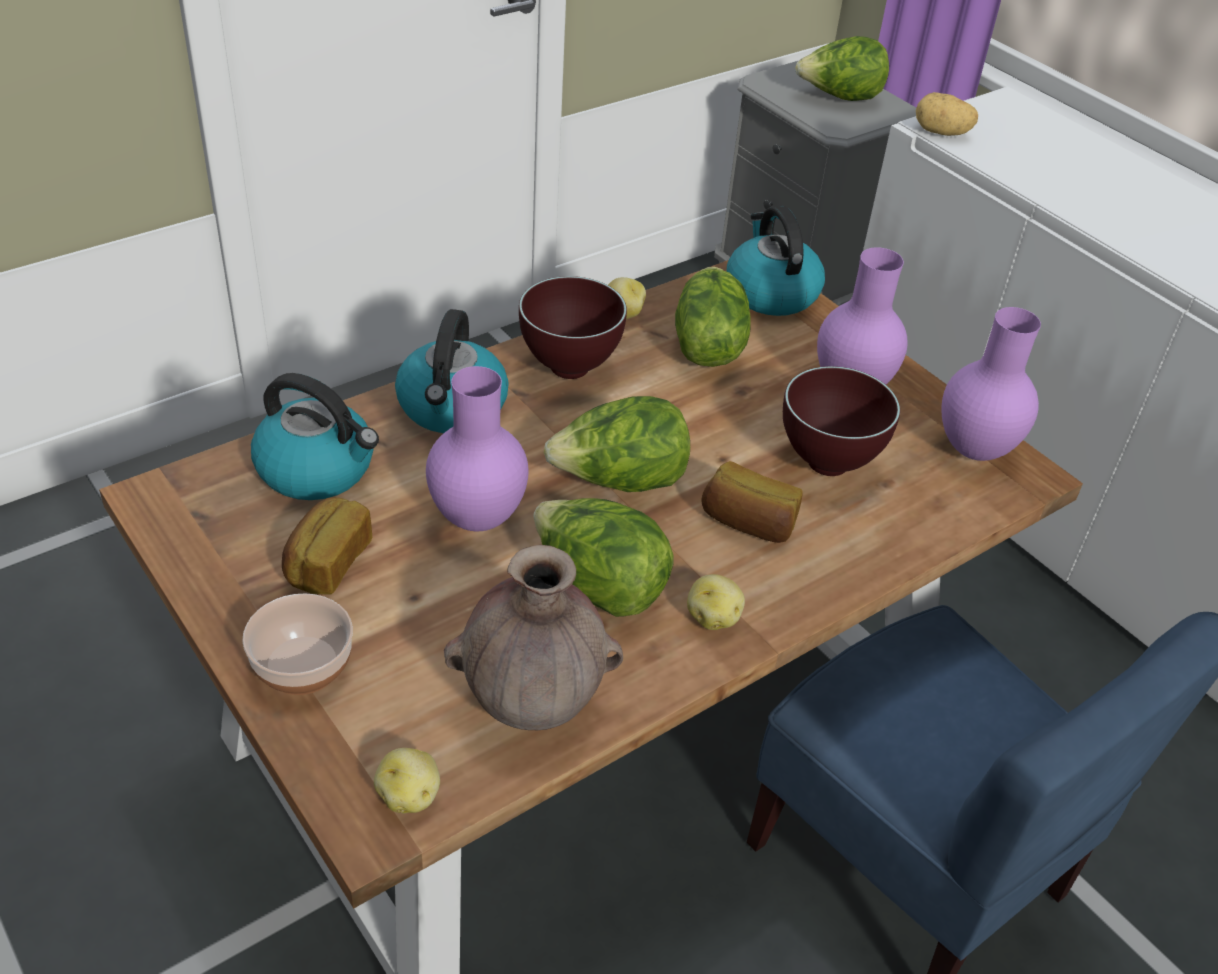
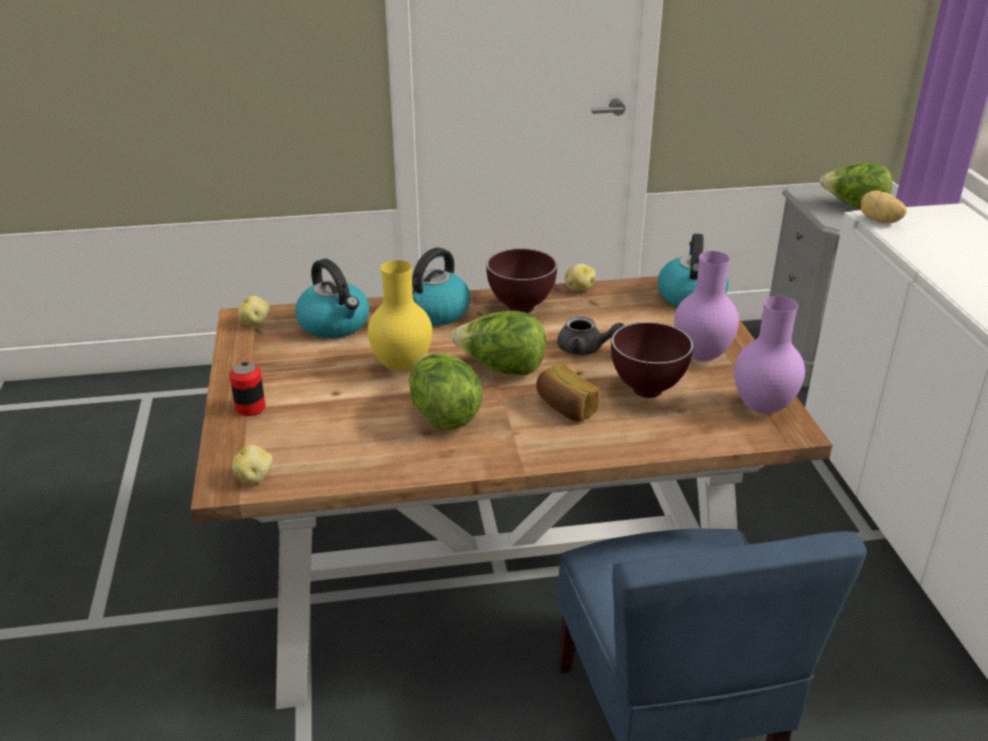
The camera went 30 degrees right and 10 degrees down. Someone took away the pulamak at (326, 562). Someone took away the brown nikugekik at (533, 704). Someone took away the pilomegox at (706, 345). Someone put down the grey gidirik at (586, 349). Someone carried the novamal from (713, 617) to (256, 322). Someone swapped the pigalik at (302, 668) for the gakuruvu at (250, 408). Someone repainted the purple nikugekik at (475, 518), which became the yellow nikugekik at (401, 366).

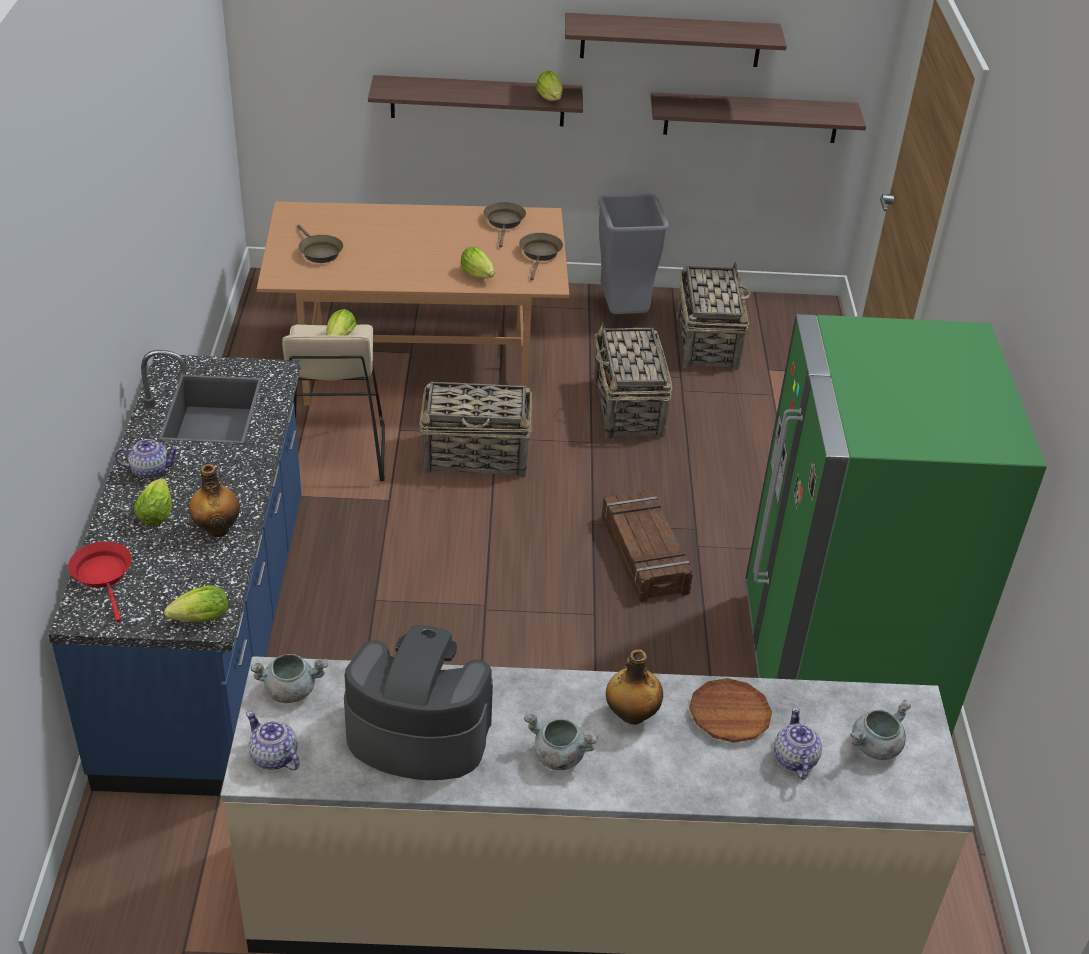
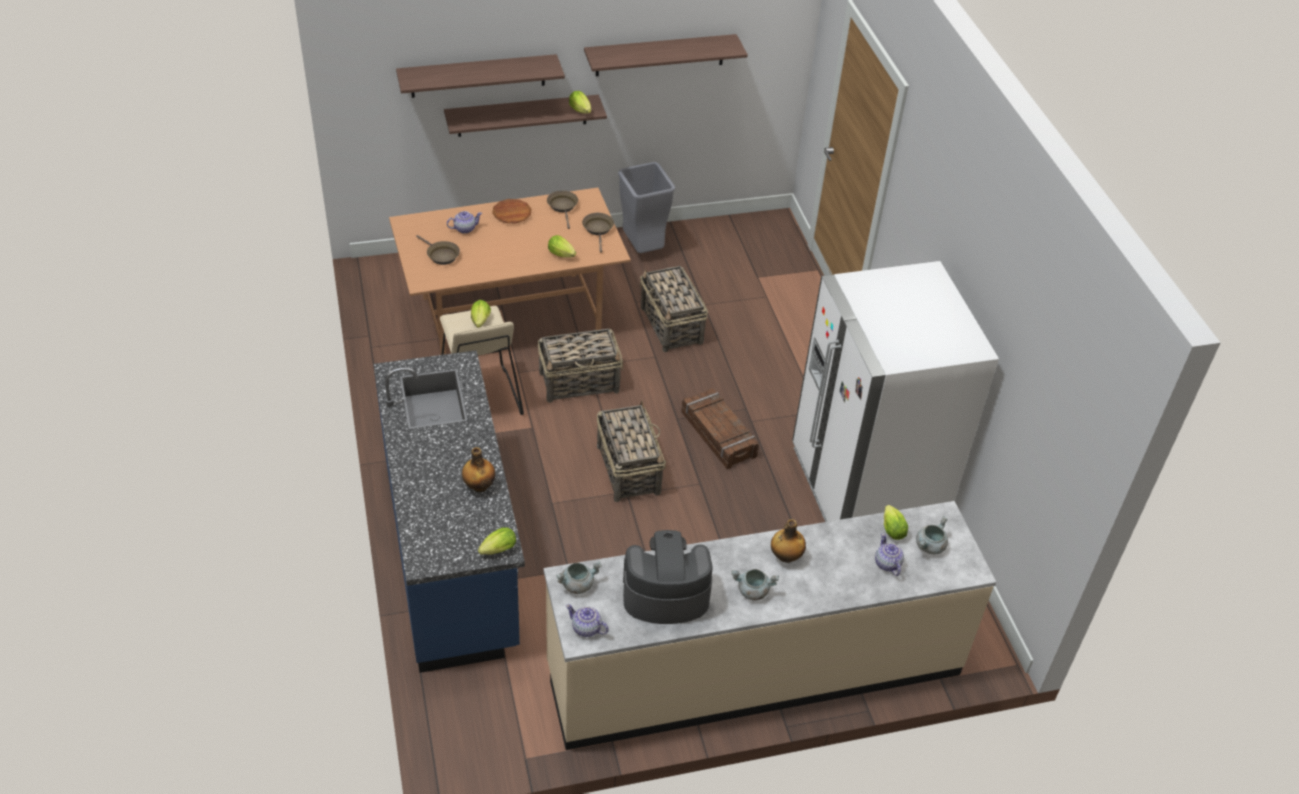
The camera went 15 degrees left and 5 degrees up. Someone took away the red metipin at (104, 576). Someone carried the gidirik from (150, 470) to (464, 229). Someone carried the pilomegox from (157, 512) to (891, 528). Someone carried the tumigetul from (751, 117) to (478, 76). Someone carried the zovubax from (707, 341) to (628, 469). Someone carried the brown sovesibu from (729, 714) to (512, 214). Someone repainted the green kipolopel at (838, 668), which became the white kipolopel at (865, 489).

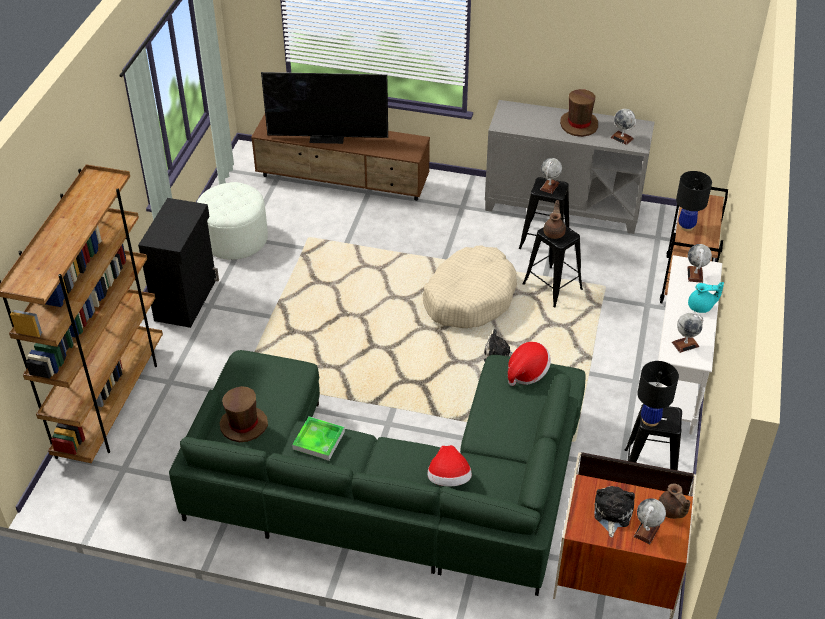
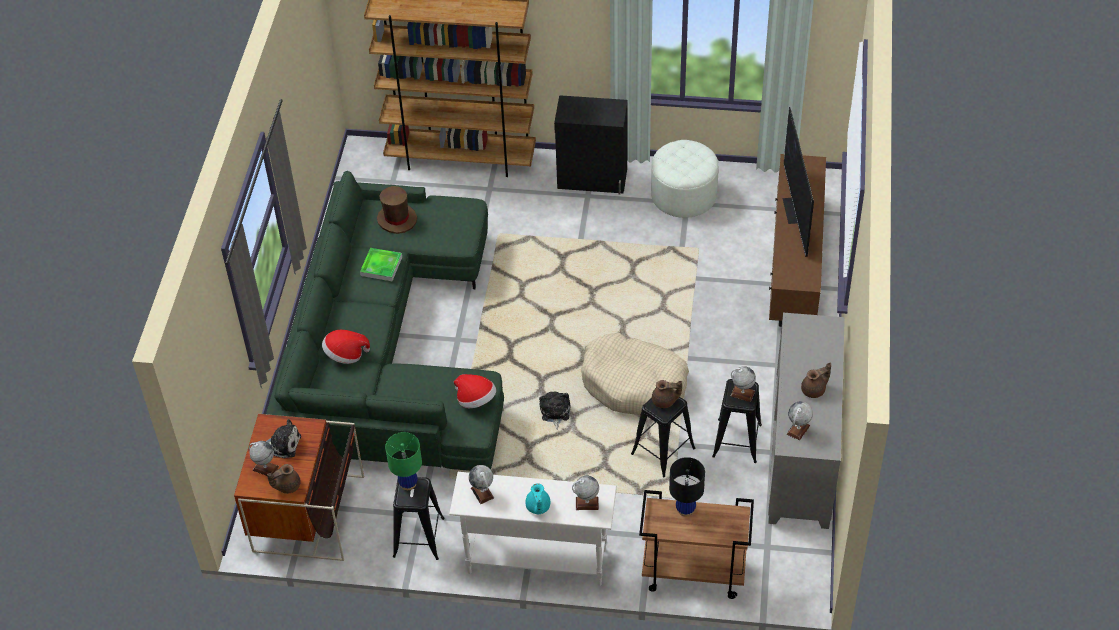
The camera went 85 degrees right and 5 degrees up. Someone swapped the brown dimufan at (579, 124) for the brown gidirik at (814, 390). Someone repainted the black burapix at (650, 419), which became the green burapix at (408, 483).

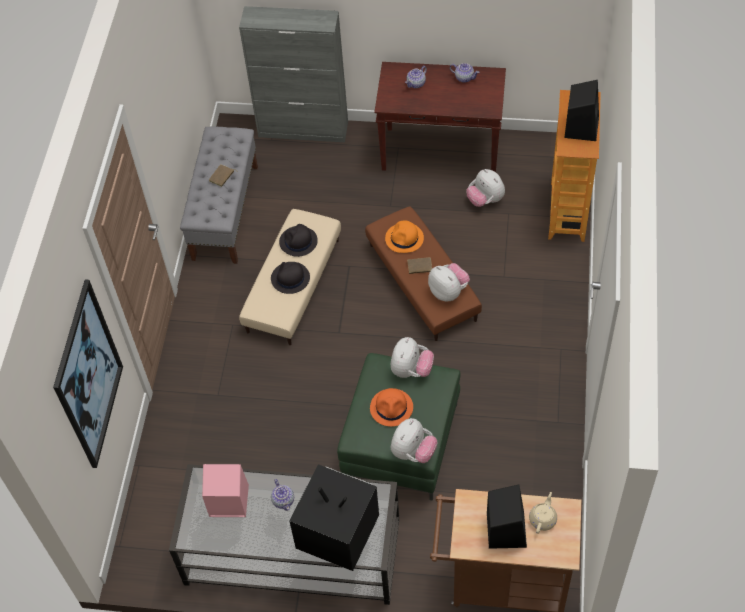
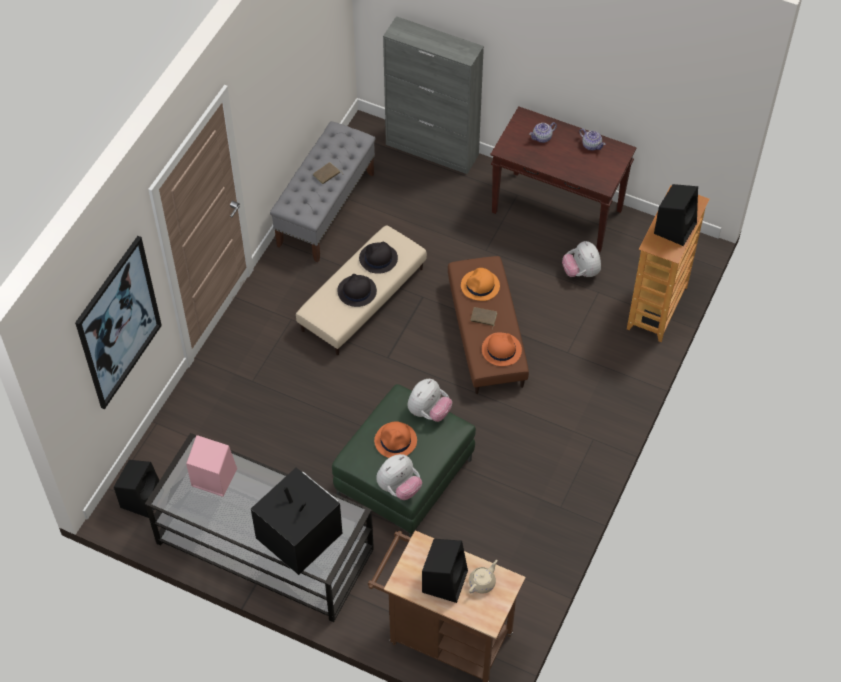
The camera went 15 degrees right and 0 degrees up. Someone took away the gidirik at (283, 500). Someone put down the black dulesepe at (142, 498). Someone swapped the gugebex at (448, 291) for the orange dimufan at (501, 349).

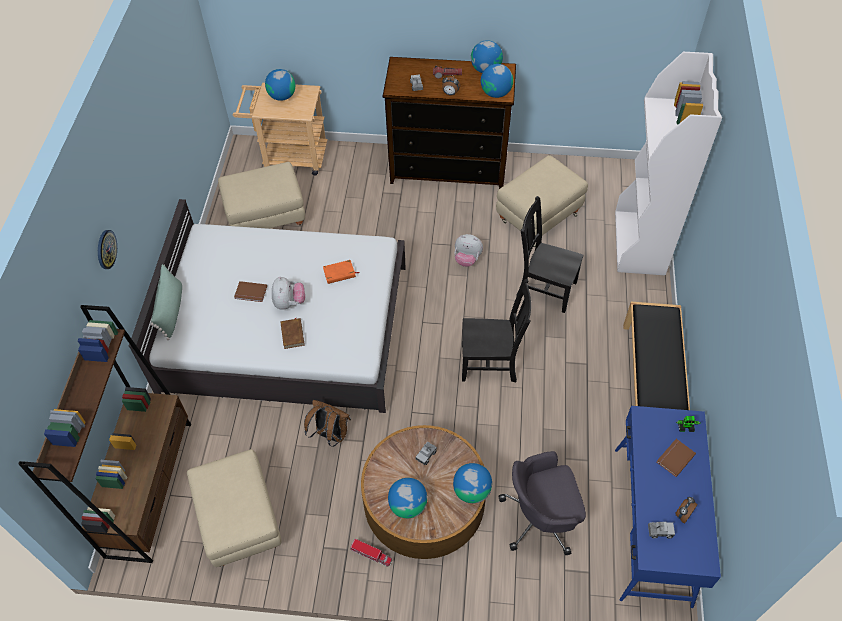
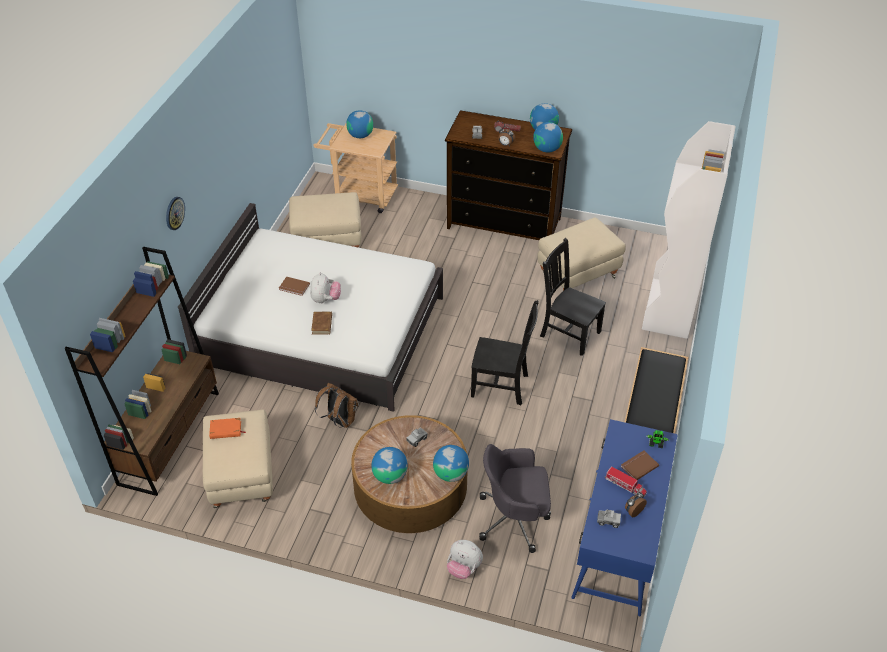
The camera went 10 degrees right and 10 degrees down. Someone took away the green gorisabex at (171, 310). Someone carried the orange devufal from (339, 273) to (226, 430). Someone carried the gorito from (371, 554) to (625, 485). Someone carried the gugebex from (467, 259) to (463, 568).

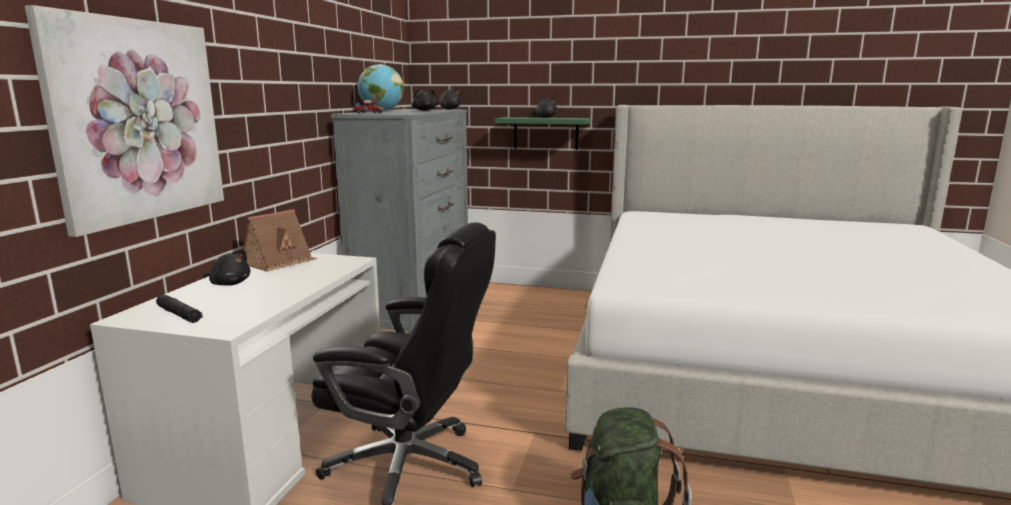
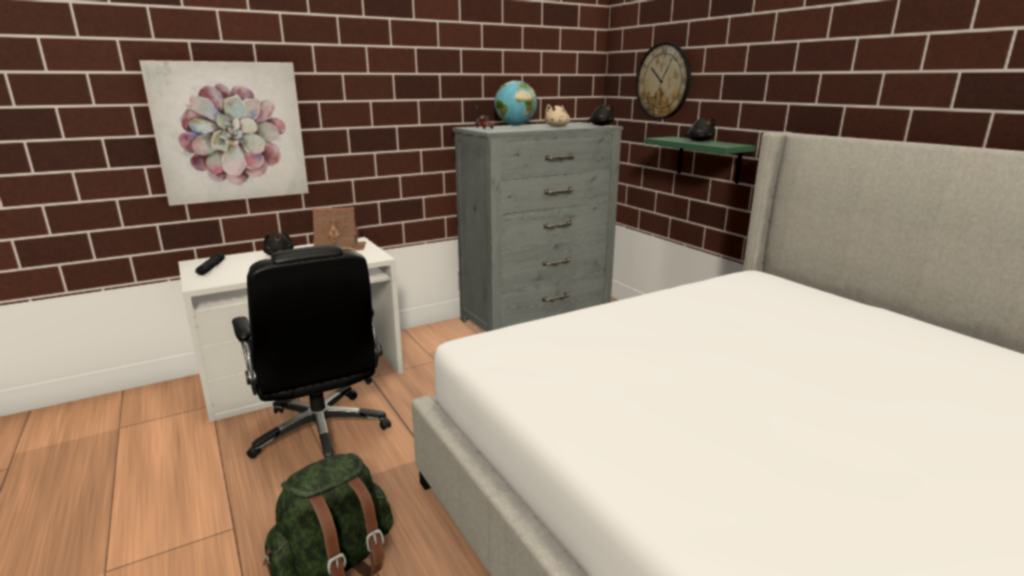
The camera went 45 degrees right and 5 degrees up. Someone put up the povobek at (663, 81). Someone repainted the black gugebex at (424, 110), which became the beige gugebex at (557, 127).

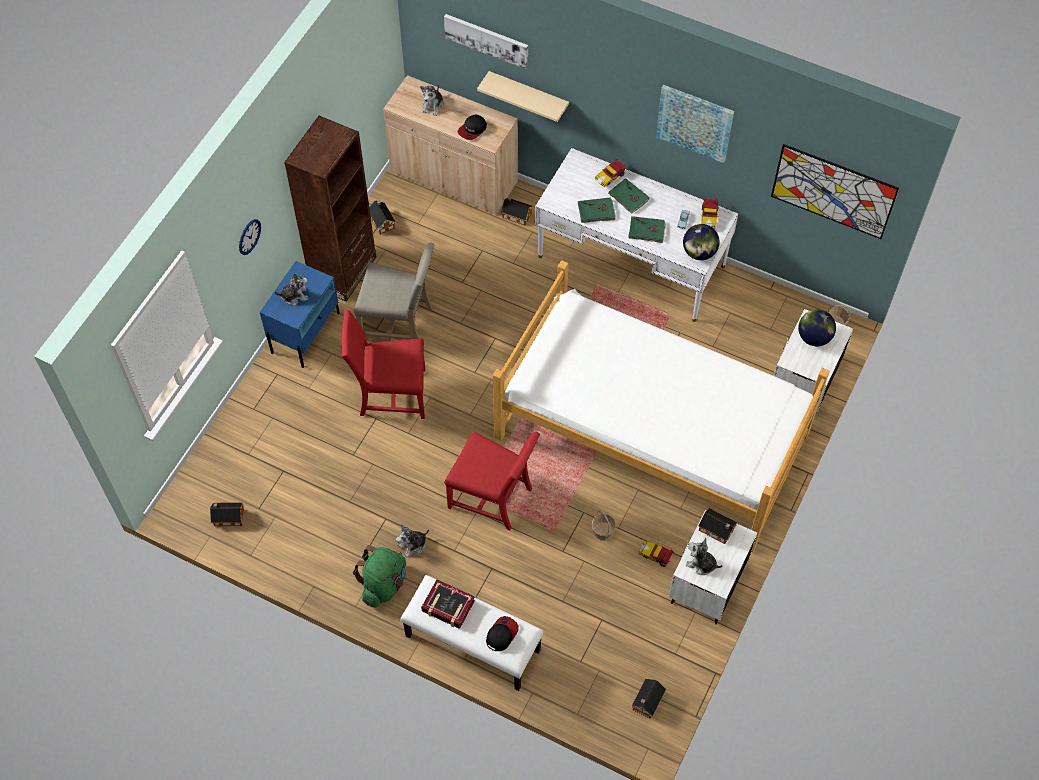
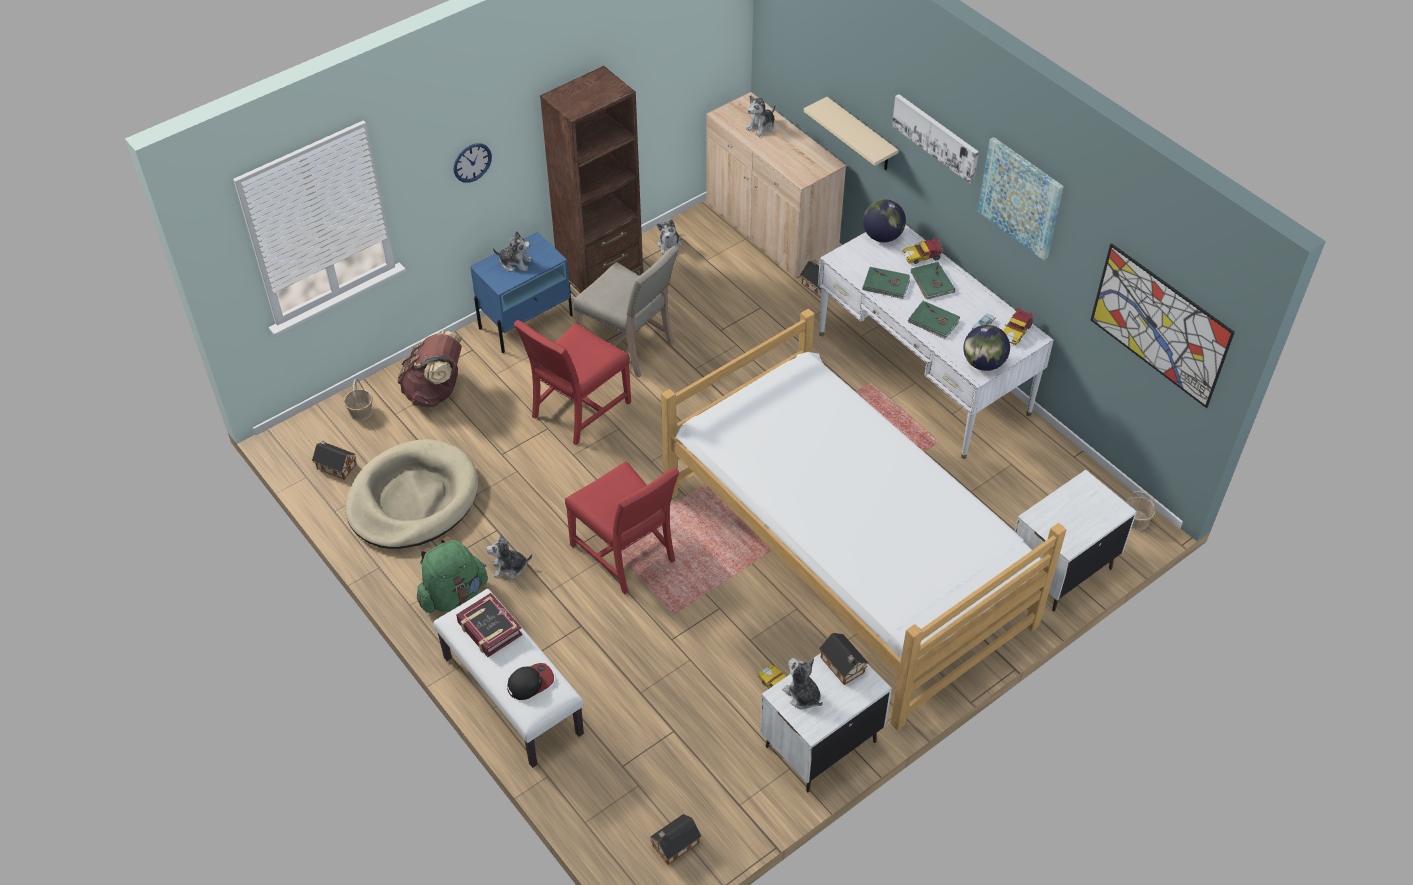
The camera went 25 degrees right and 10 degrees down. Someone took away the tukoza at (472, 129). Someone put down the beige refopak at (413, 499). Someone put down the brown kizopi at (436, 391). Someone carried the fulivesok from (487, 40) to (936, 137). Someone carried the zovubax from (603, 531) to (360, 412). Someone carried the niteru from (814, 337) to (882, 236). Someone swapped the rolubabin at (382, 221) for the gugebex at (669, 245). Someone rotated the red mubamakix at (390, 394) by 75 degrees counterclockwise.

